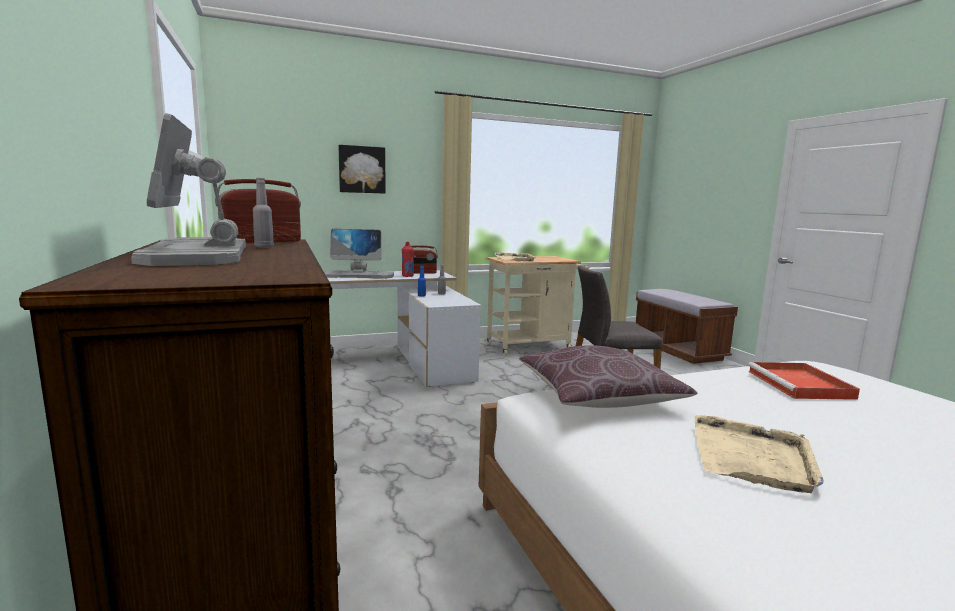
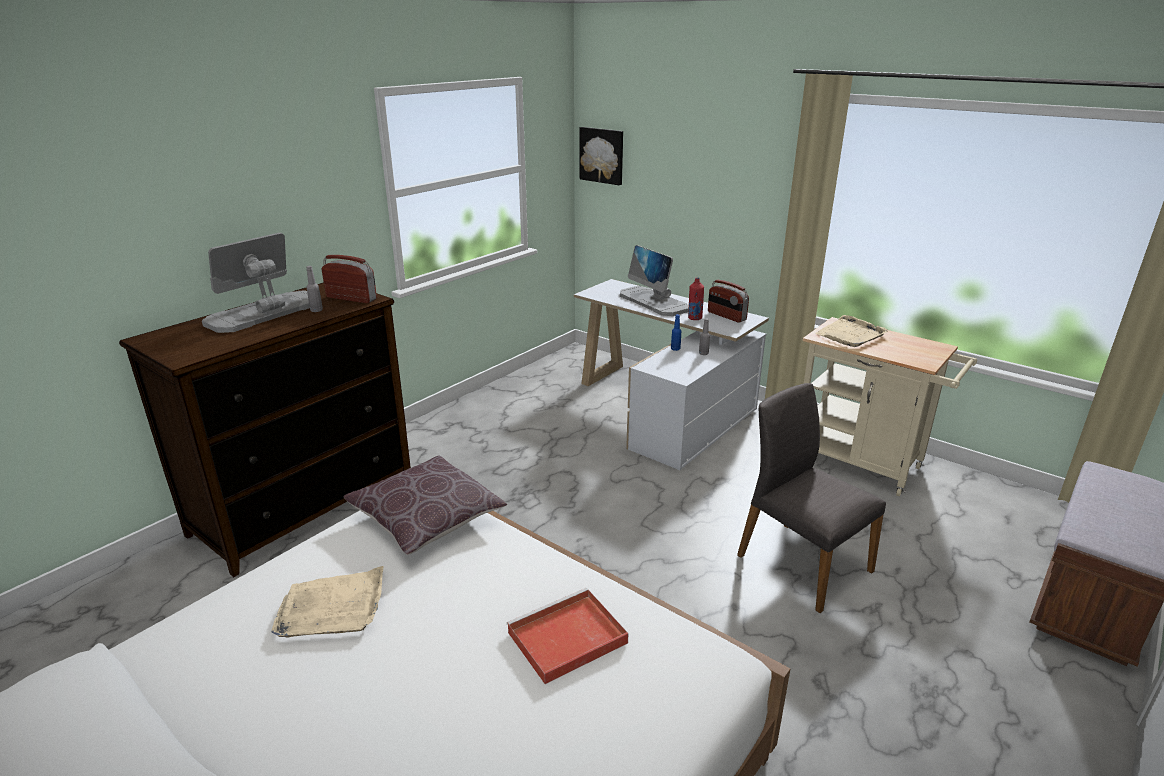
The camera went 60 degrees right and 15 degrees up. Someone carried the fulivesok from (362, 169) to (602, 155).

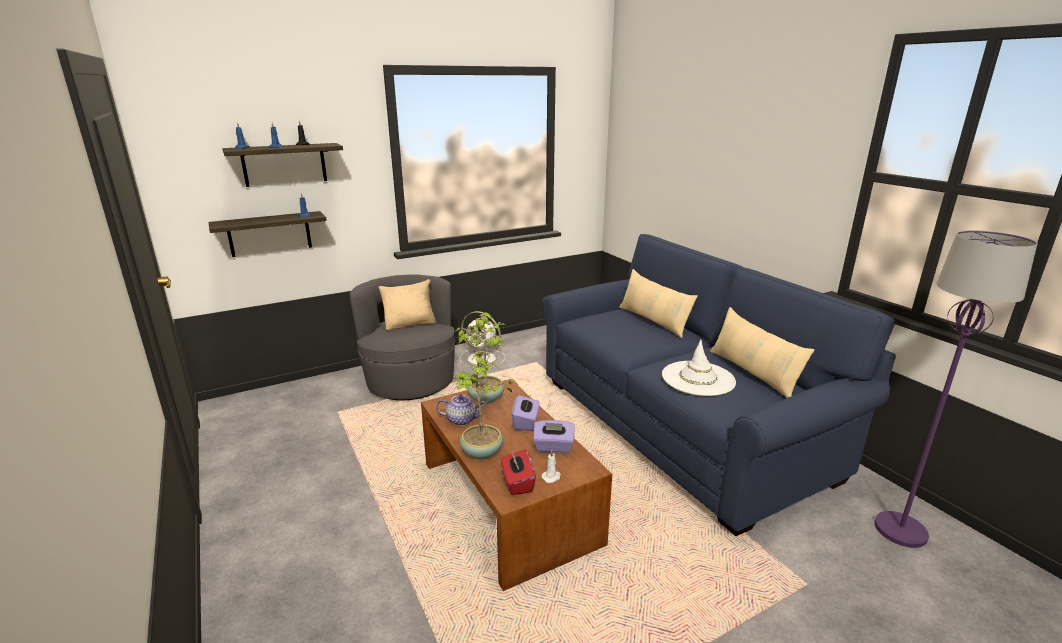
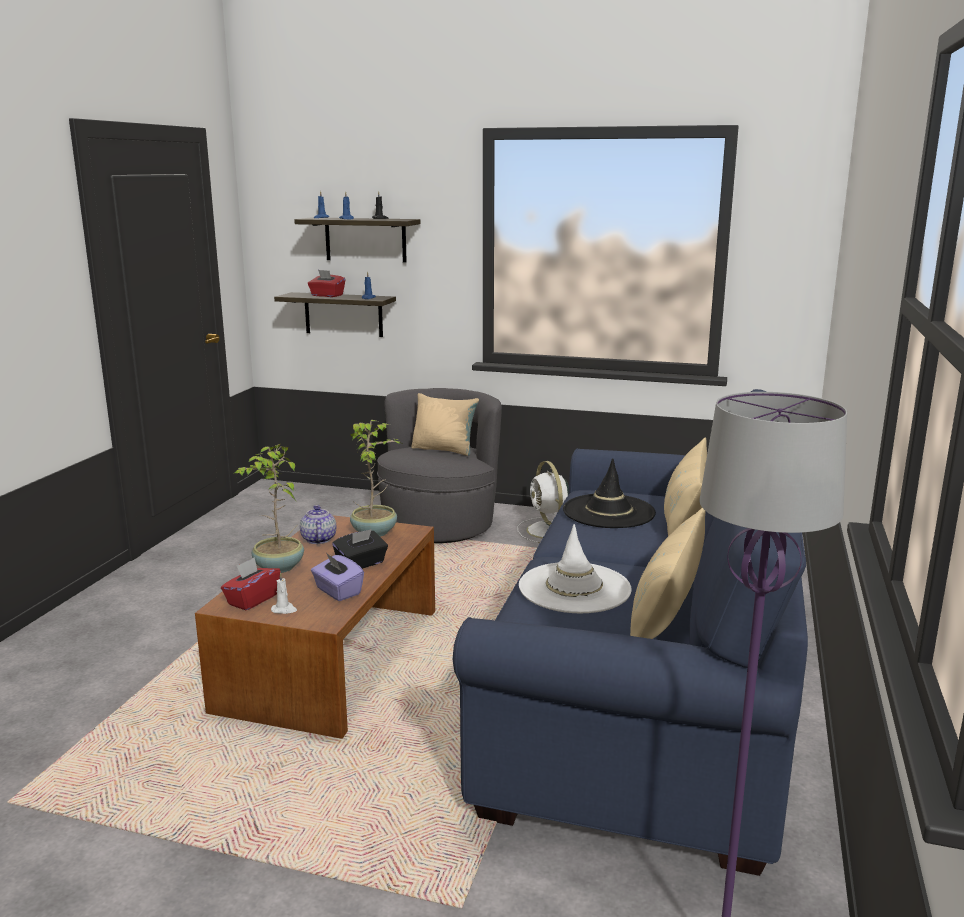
The camera went 45 degrees right and 5 degrees down. Someone put down the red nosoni at (327, 295). Someone put down the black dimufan at (608, 512). Someone repainted the purple nosoni at (526, 422), which became the black nosoni at (361, 564). Someone rotated the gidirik at (462, 420) by 150 degrees counterclockwise.

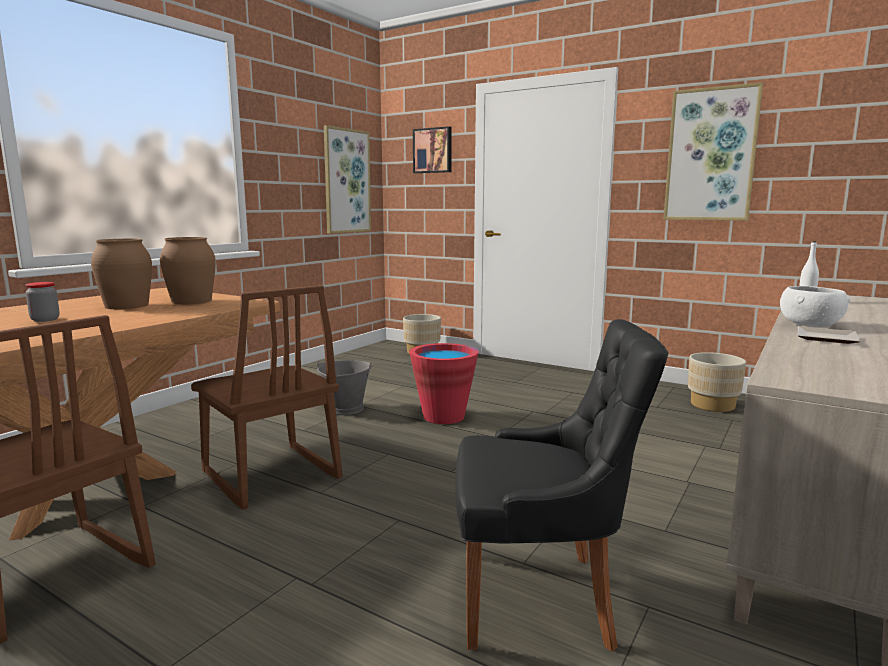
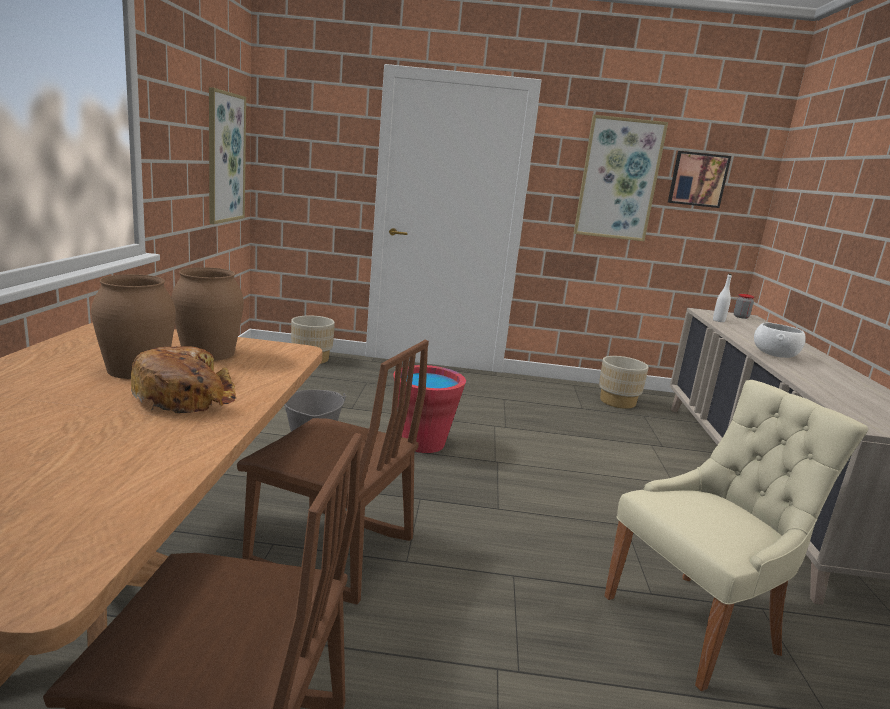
The camera went 30 degrees left and 5 degrees up. Someone took away the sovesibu at (824, 338). Someone put down the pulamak at (186, 396). Someone carried the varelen from (45, 320) to (741, 317). Someone carried the fulivesok from (433, 150) to (697, 179). Someone repainted the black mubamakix at (541, 598), which became the beige mubamakix at (696, 623).

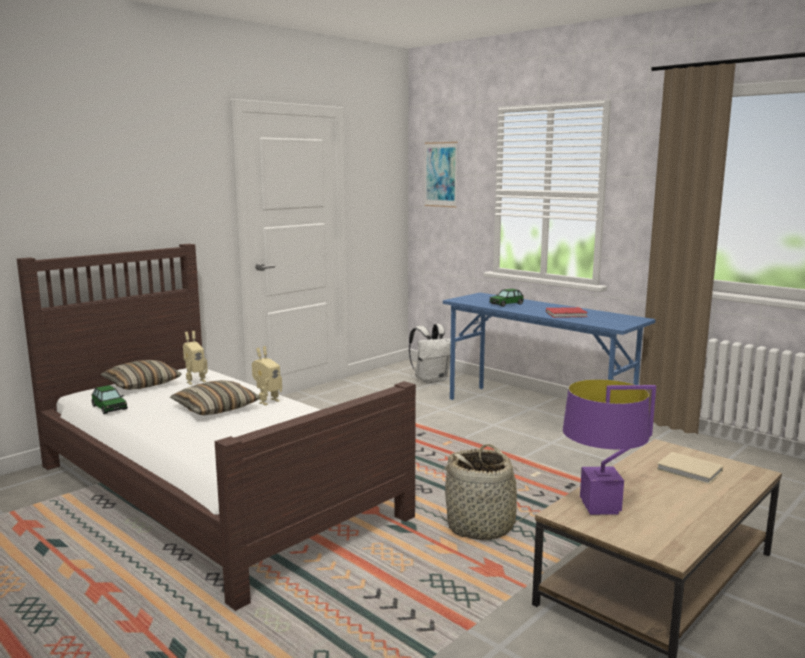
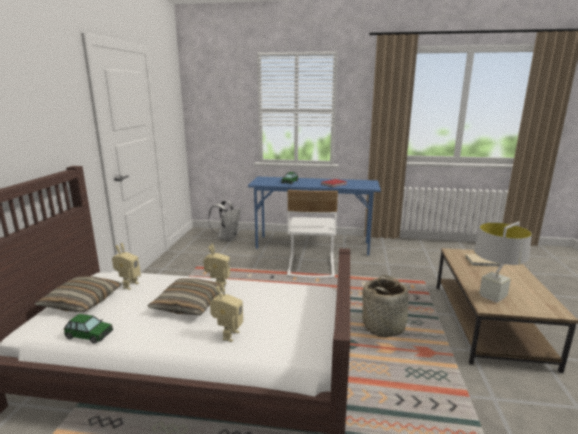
The camera went 35 degrees left and 5 degrees up. Someone took away the fulivesok at (441, 174). Someone put down the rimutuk at (227, 335). Someone put down the white mubamakix at (310, 266). Someone repainted the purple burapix at (600, 507), which became the grey burapix at (493, 296).

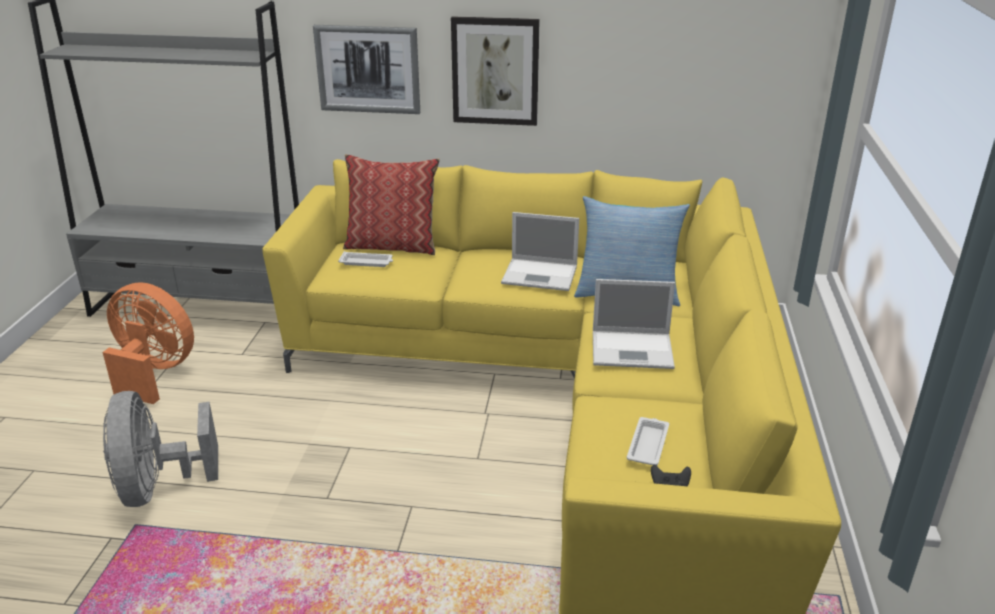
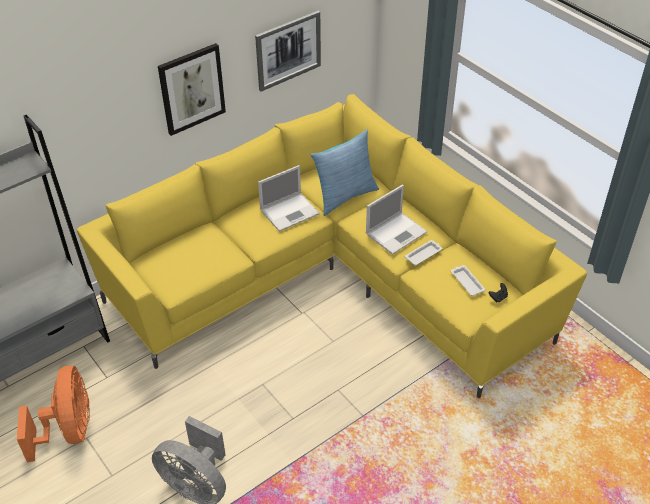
The camera went 45 degrees left and 15 degrees up. Someone took away the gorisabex at (393, 245). Someone carried the fulivesok from (368, 69) to (288, 50). Someone carried the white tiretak from (367, 262) to (424, 254). Someone rotated the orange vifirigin at (154, 372) by 105 degrees clockwise.

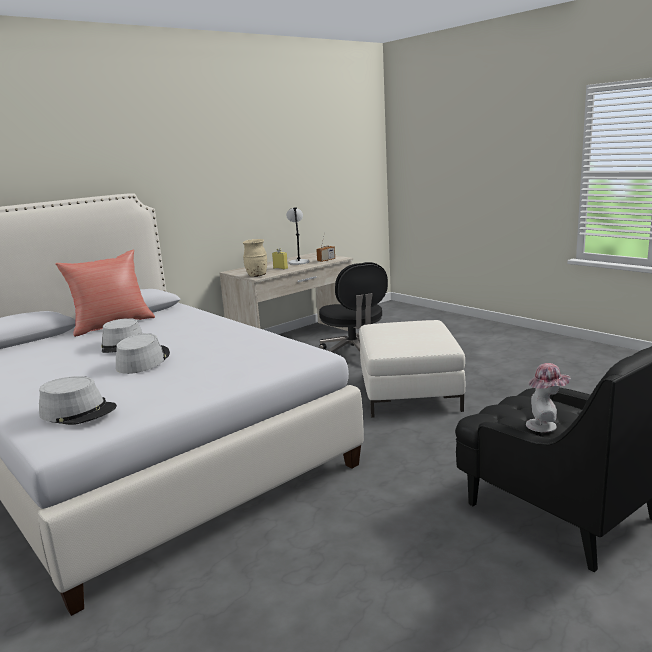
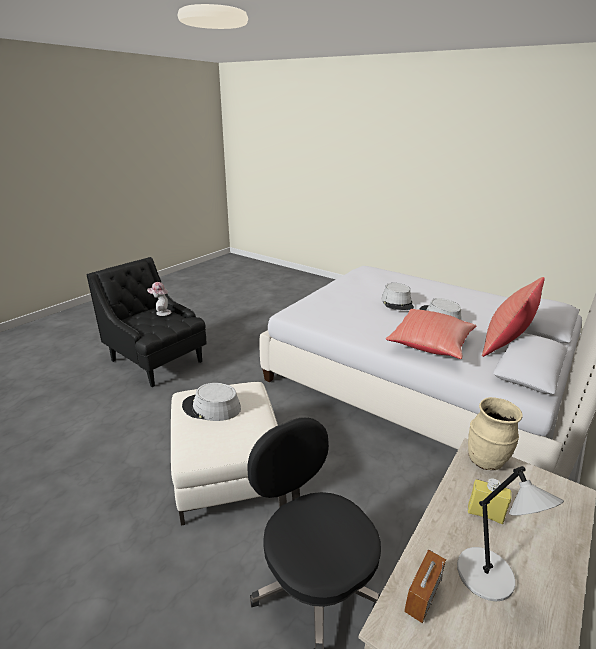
The camera went 165 degrees right and 10 degrees up. Someone put down the red gorisabex at (430, 346). Someone carried the grey dimufan from (78, 411) to (211, 408).

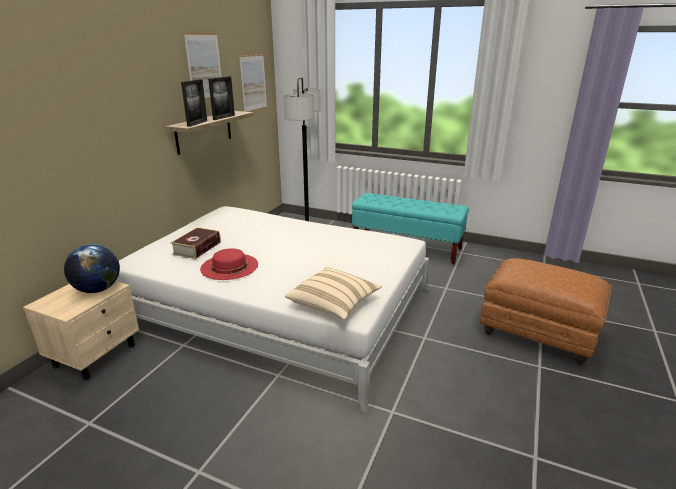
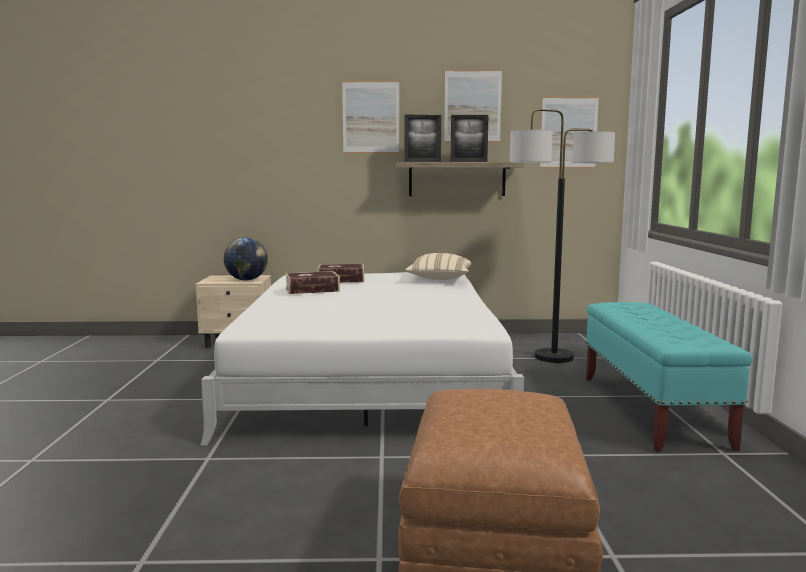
The camera went 65 degrees right and 15 degrees down. Someone put up the fulivesok at (371, 117). Someone carried the beige gorisabex from (334, 304) to (439, 279). Someone swapped the red dimufan at (229, 266) for the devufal at (312, 290).

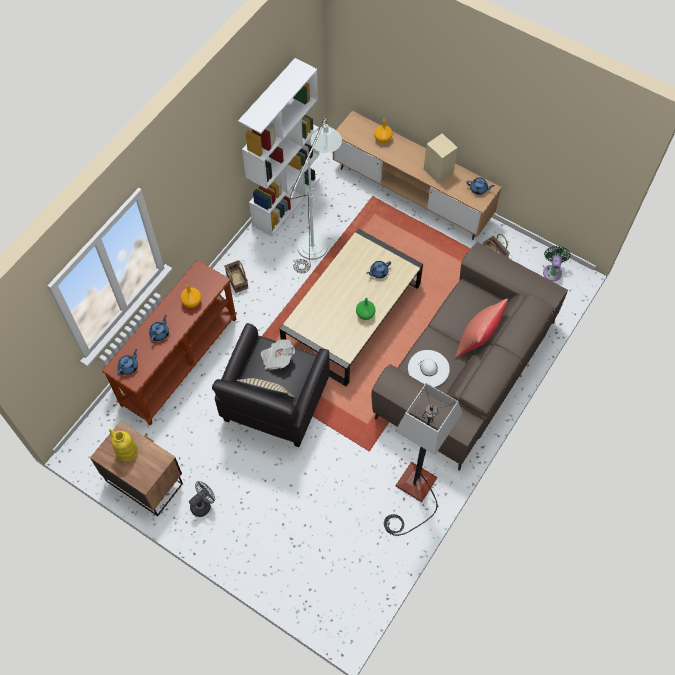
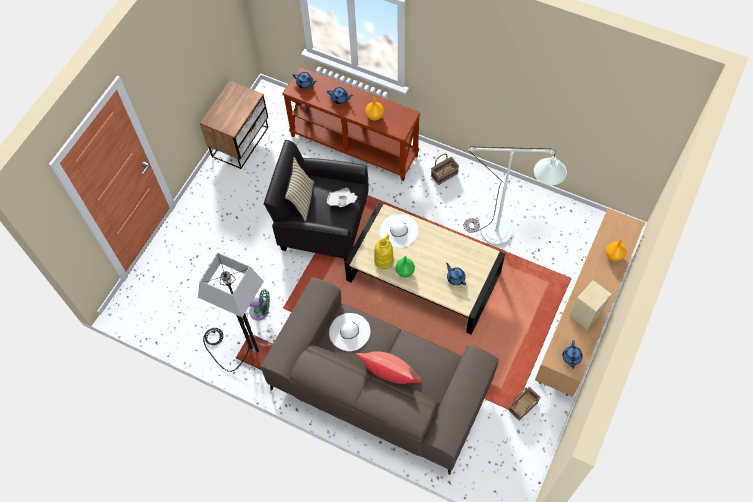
The camera went 85 degrees right and 0 degrees up. Someone took away the grey vifirigin at (203, 504). Someone took away the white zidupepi at (286, 201). Someone put down the white dimufan at (399, 231). Someone carried the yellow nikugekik from (126, 452) to (383, 260). Someone carried the green vifirigin from (552, 271) to (261, 311).

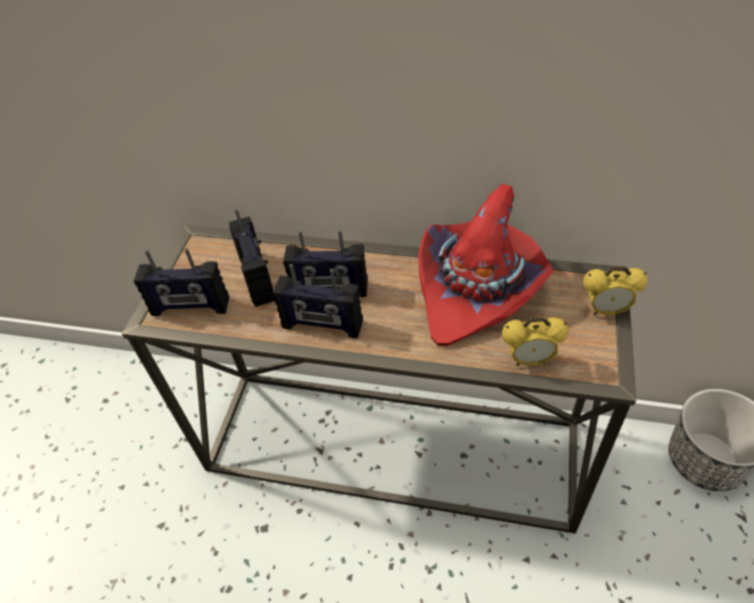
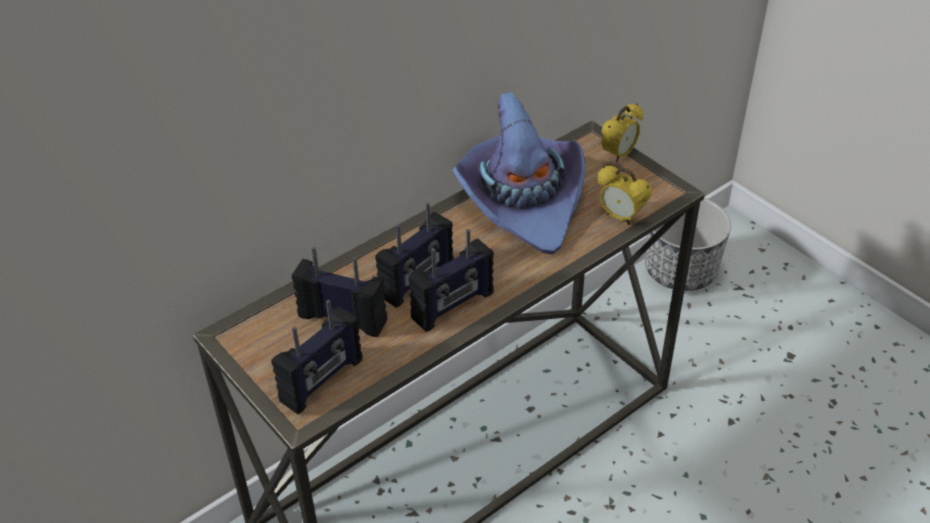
The camera went 55 degrees left and 5 degrees down. Someone repainted the red dimufan at (478, 288), which became the purple dimufan at (522, 200). Someone rotated the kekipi at (529, 360) by 90 degrees clockwise.

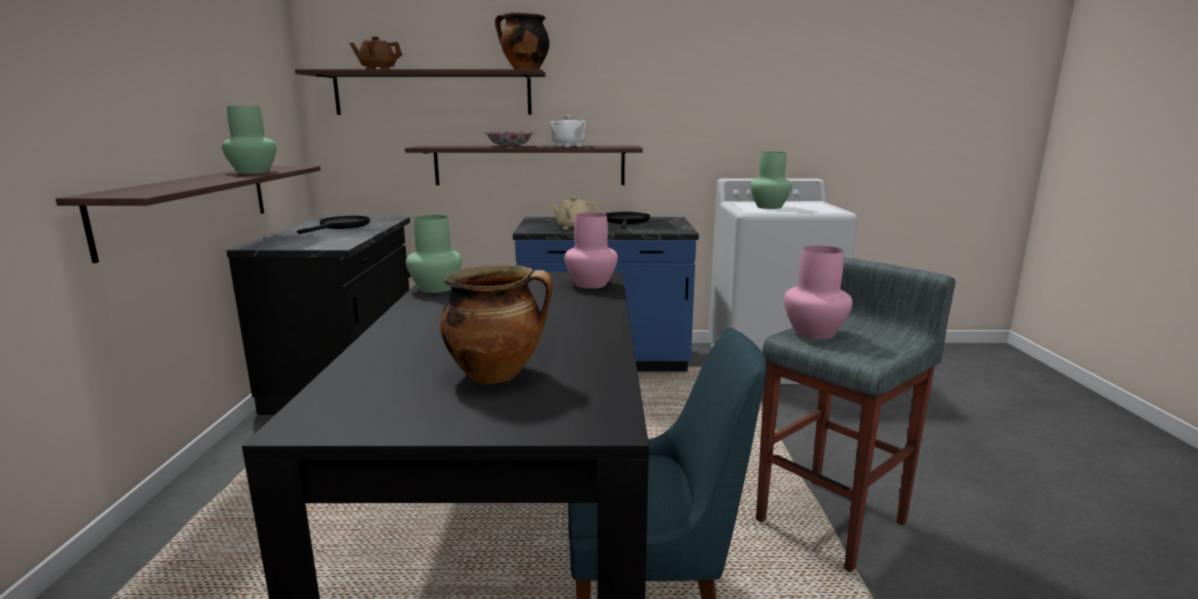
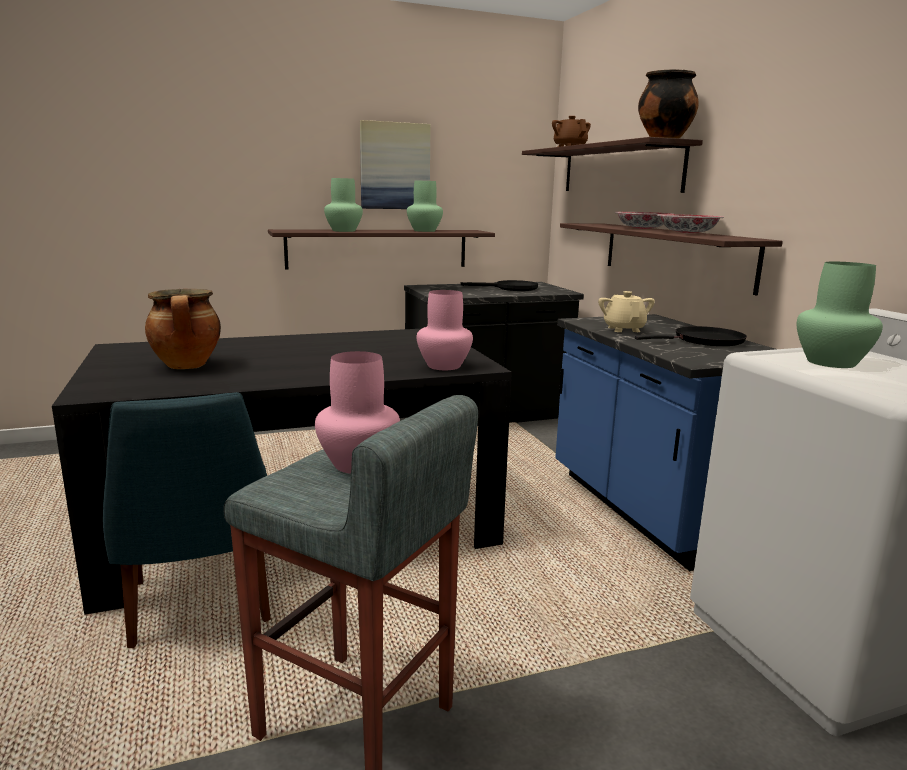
The camera went 70 degrees right and 0 degrees up. Someone put up the fulivesok at (395, 166). Someone carried the green nikugekik from (437, 288) to (344, 231). Someone swapped the white gidirik at (568, 146) for the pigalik at (687, 233).

